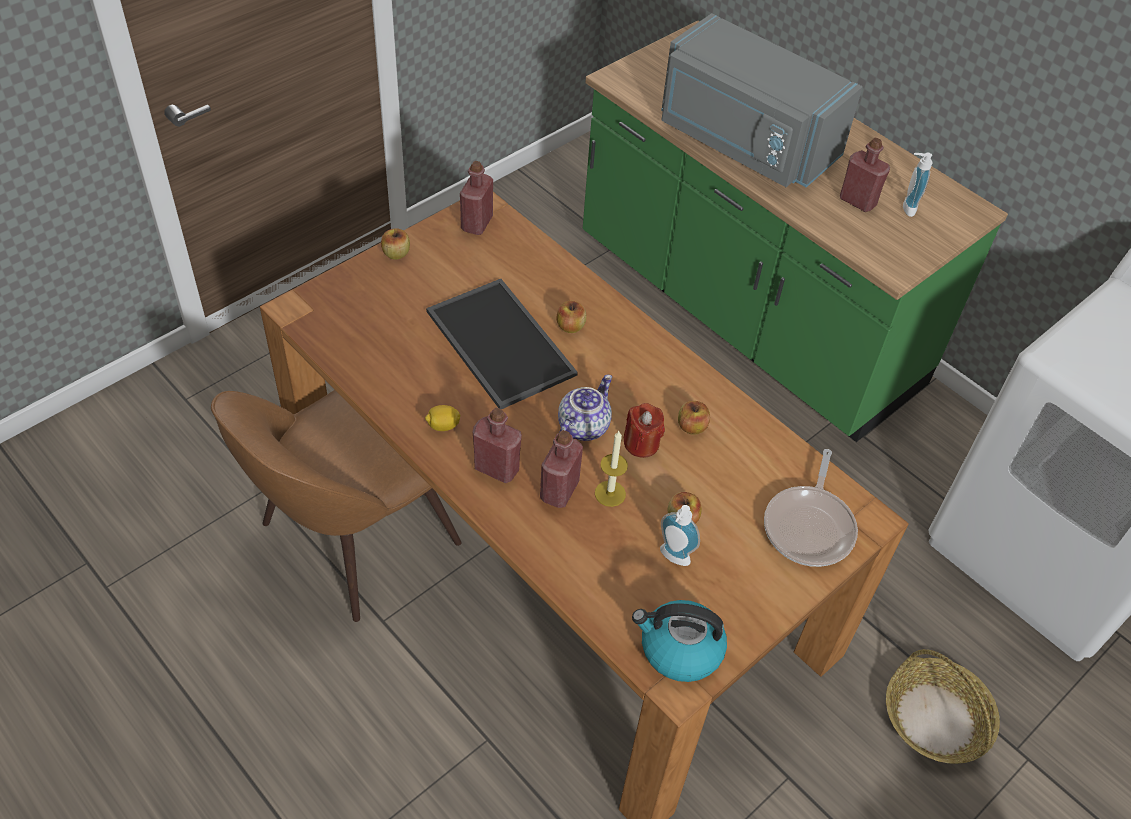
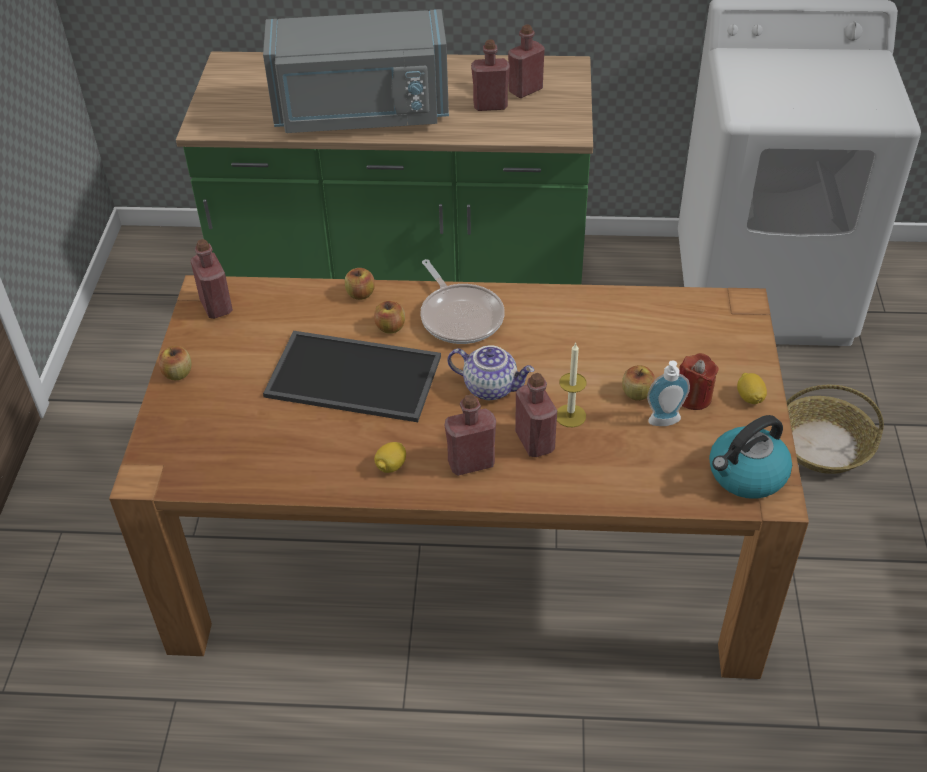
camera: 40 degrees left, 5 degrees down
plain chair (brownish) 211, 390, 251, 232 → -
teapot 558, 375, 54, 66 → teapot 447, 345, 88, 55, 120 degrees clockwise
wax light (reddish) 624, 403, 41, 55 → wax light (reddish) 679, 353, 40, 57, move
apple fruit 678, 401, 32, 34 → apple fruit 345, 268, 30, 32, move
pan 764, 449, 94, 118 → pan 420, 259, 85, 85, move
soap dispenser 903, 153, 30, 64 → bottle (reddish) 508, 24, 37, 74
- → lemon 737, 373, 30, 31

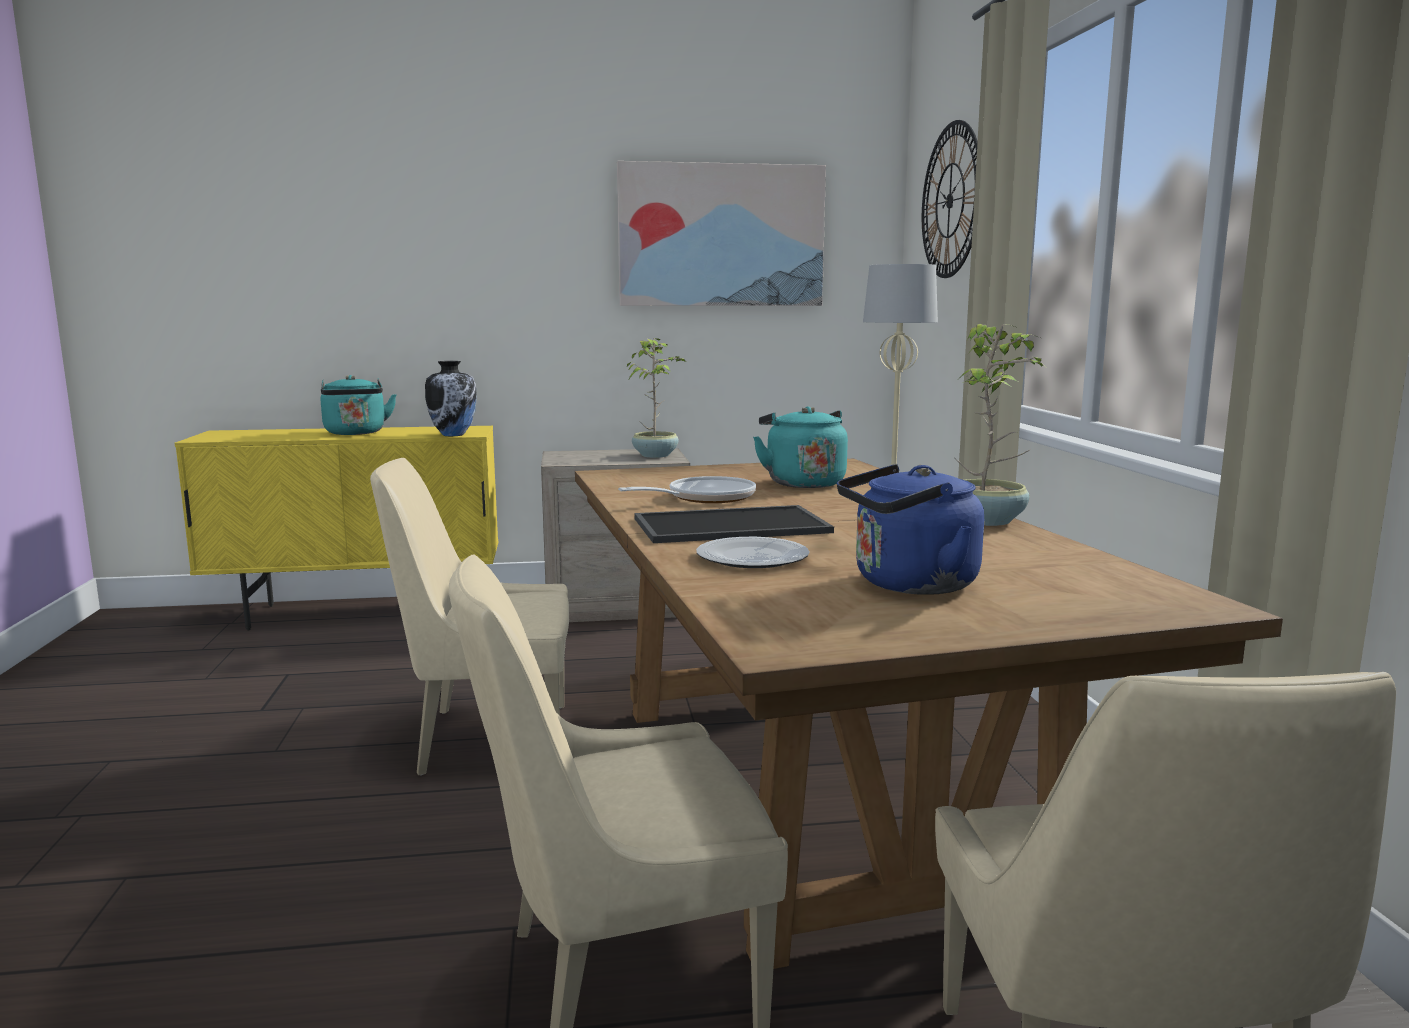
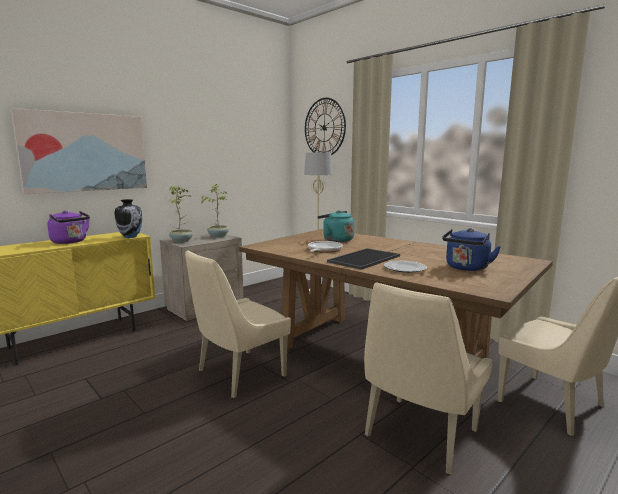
camera: 35 degrees left, 0 degrees up
kettle (turquoise-coloured) 321, 375, 76, 60 → kettle (purple) 47, 210, 43, 34
wall picture 617, 161, 209, 145 → wall picture 11, 108, 136, 86, move
plant in a pot 956, 324, 87, 202 → plant in a pot 169, 186, 24, 57, move

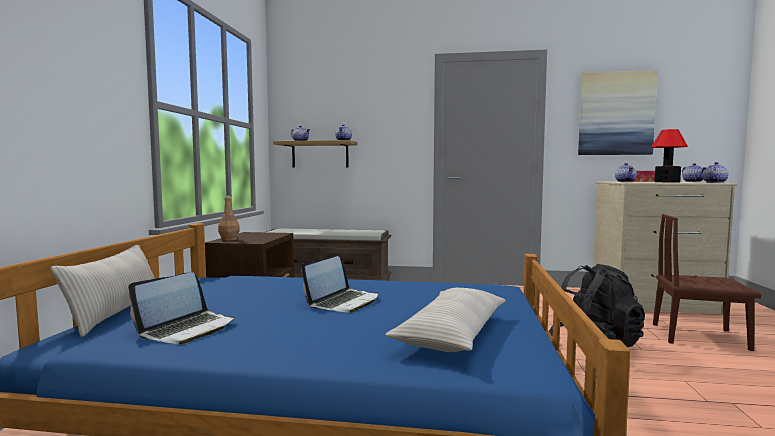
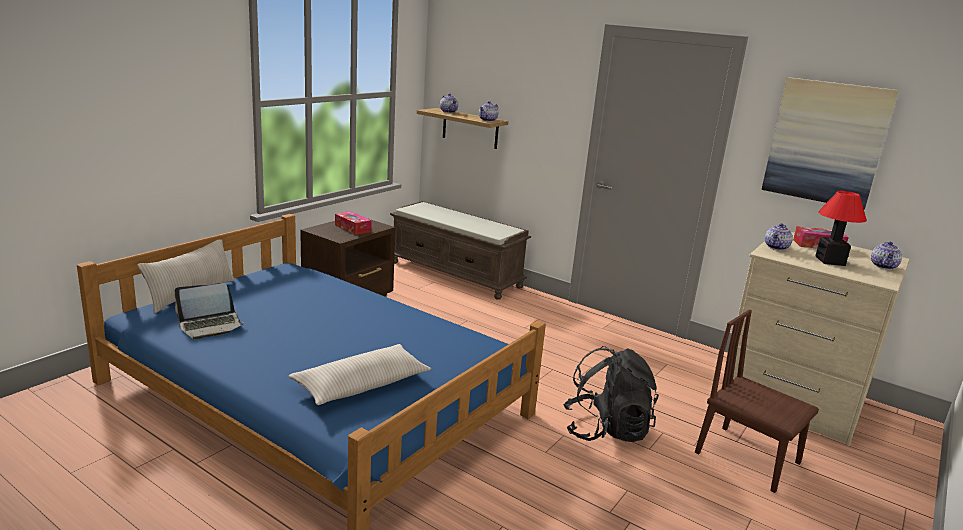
camera: 25 degrees right, 15 degrees up
bottle (brownish) 218, 196, 22, 45 → -
notebook computer 301, 256, 77, 57 → -
teapot 703, 162, 25, 21 → -
- → tissue holder 335, 211, 37, 24

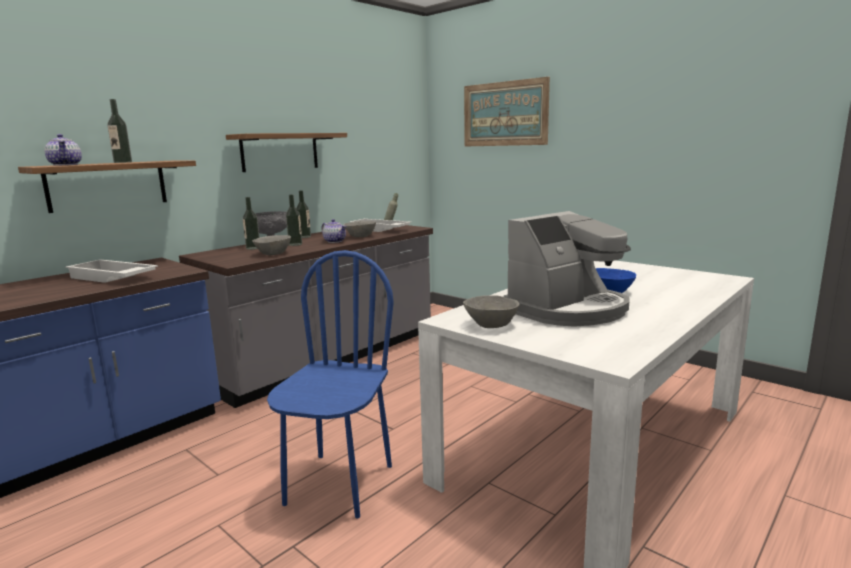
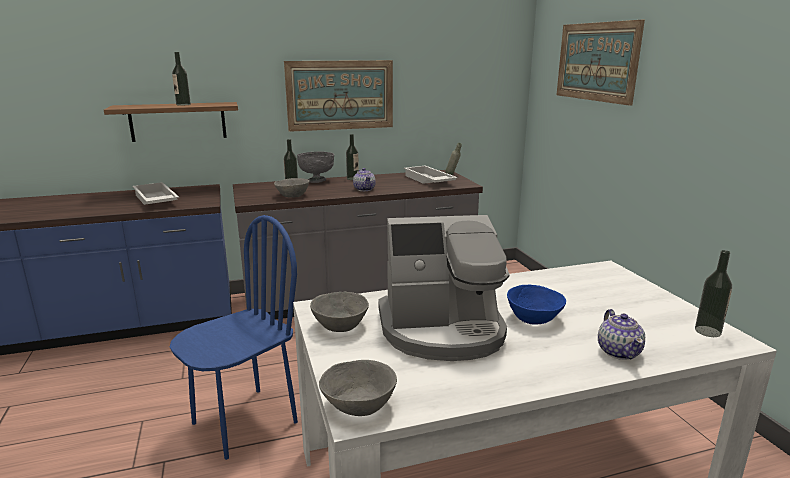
camera: 30 degrees right, 5 degrees up
teapot 44, 134, 38, 32 → teapot 598, 309, 47, 51, move
wall shelf 226, 133, 121, 39 → wall picture 284, 60, 109, 72
bottle 286, 194, 16, 52 → bottle 695, 250, 37, 87, move
serving bowl (greyish) 344, 221, 32, 16 → serving bowl (greyish) 319, 360, 78, 56, move

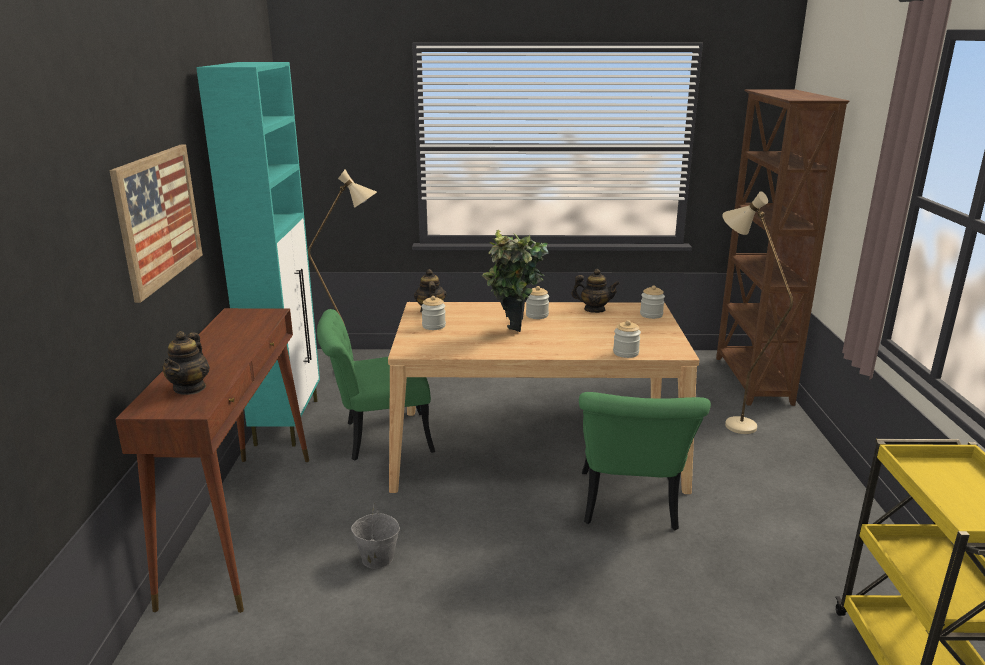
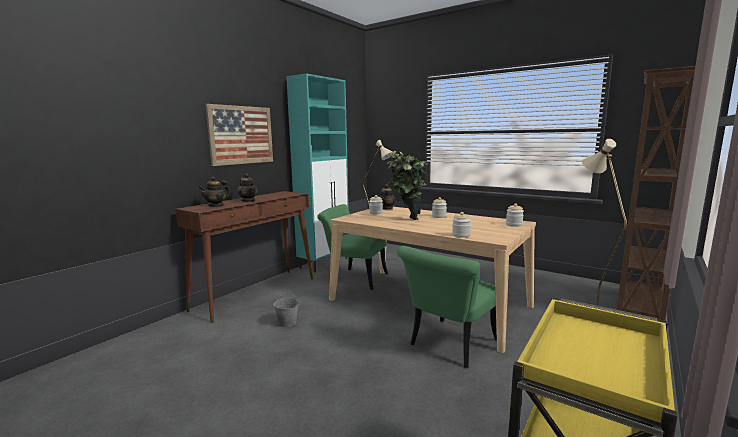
camera: 35 degrees right, 10 degrees down
teapot 571, 269, 49, 44 → teapot 237, 173, 21, 28, move

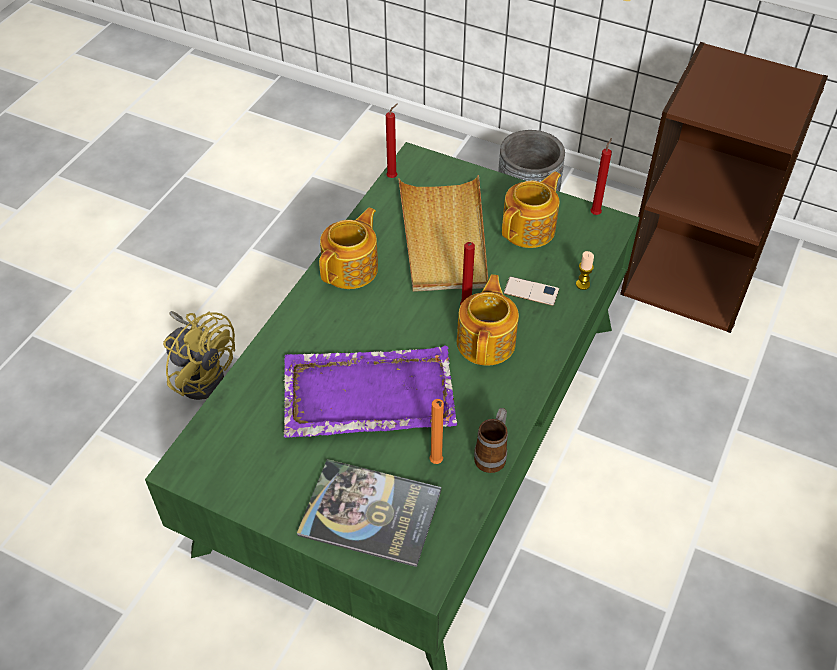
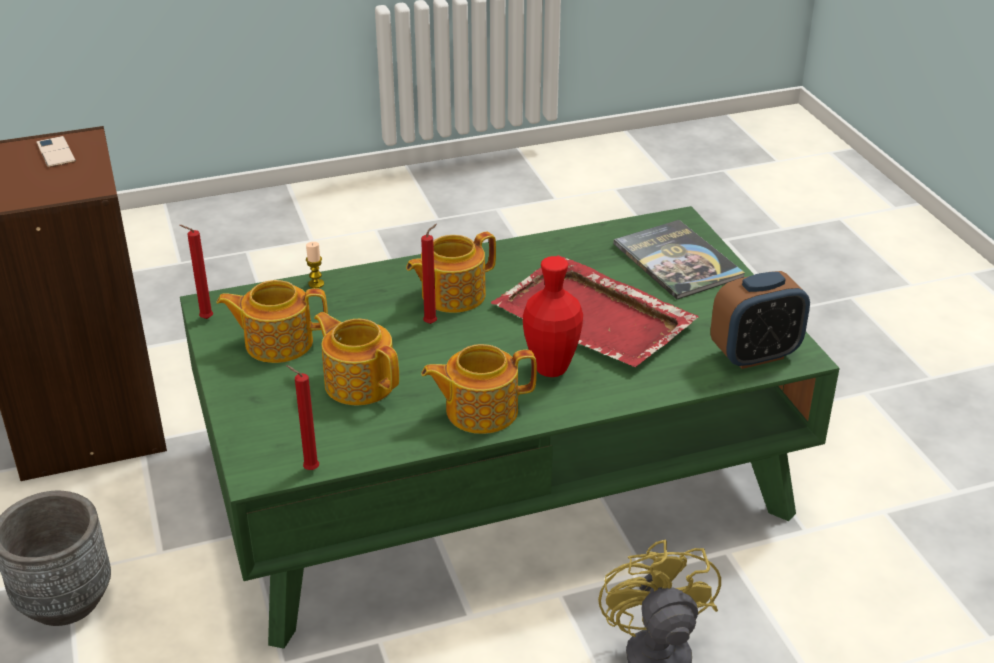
camera: 135 degrees left, 15 degrees down
serving tray (purple) 283, 345, 174, 93 → serving tray (reddish) 491, 255, 208, 112
serving tray (beige-coloured) 398, 175, 90, 117 → teapot 314, 312, 85, 93
wax light (orange-coloured) 429, 399, 15, 65 → -
coffee mug 474, 408, 34, 65 → -
phone 503, 276, 56, 30 → phone 36, 136, 40, 32, move
- → decorative vase (reddish) 523, 256, 60, 121
- → bedside clock 710, 271, 100, 98

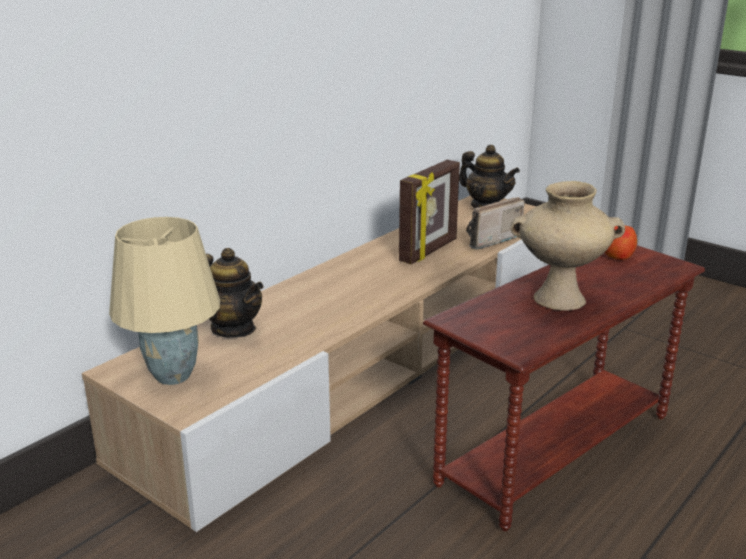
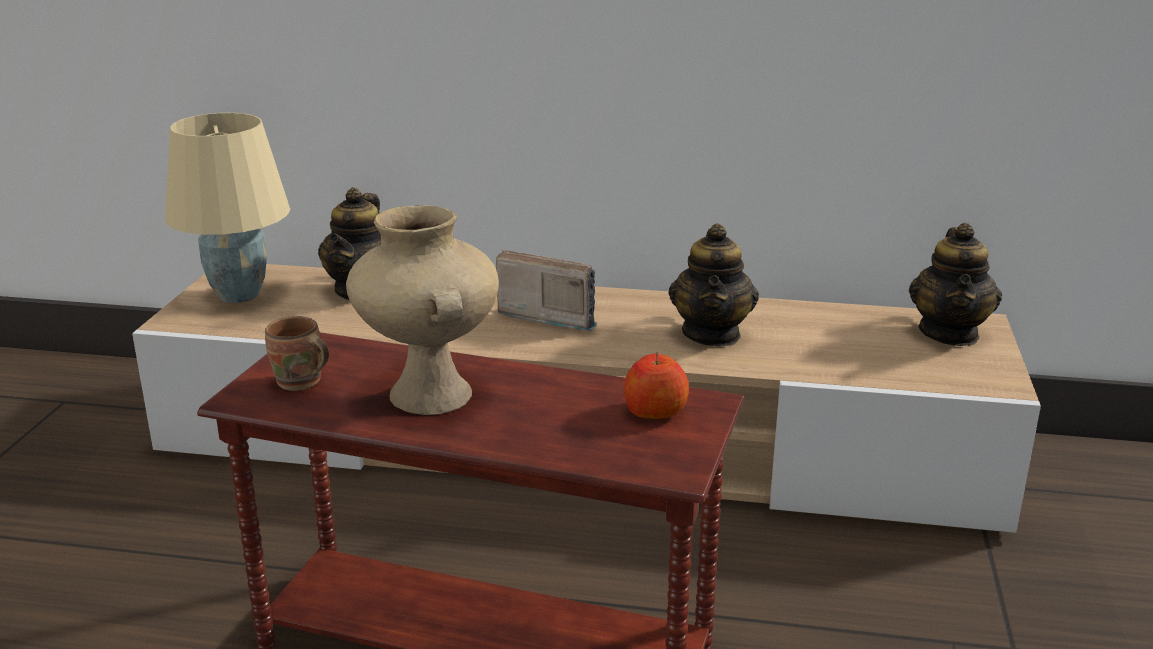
camera: 60 degrees right, 0 degrees up
standing frame 399, 160, 61, 104 → teapot 669, 223, 90, 124
radio receiver 466, 197, 59, 52 → radio receiver 496, 250, 101, 81, move
- → coffee mug (brownish) 265, 316, 64, 75

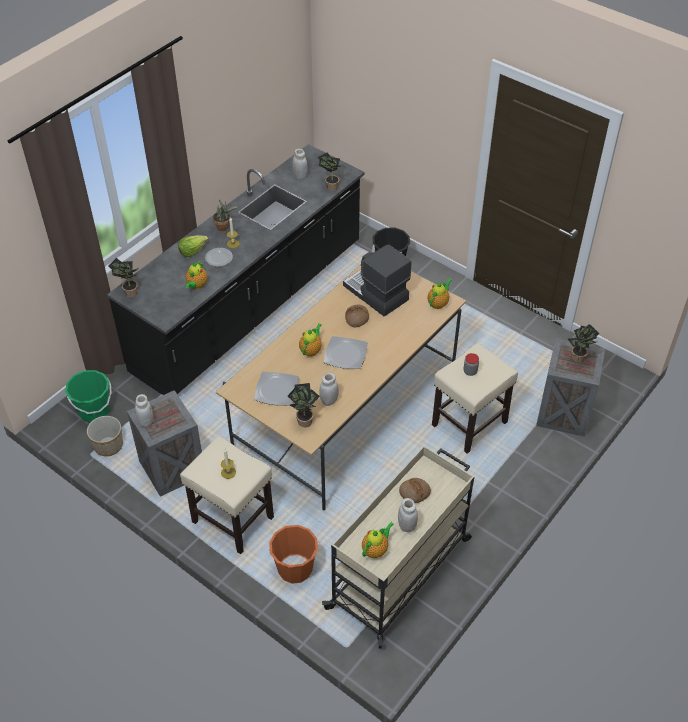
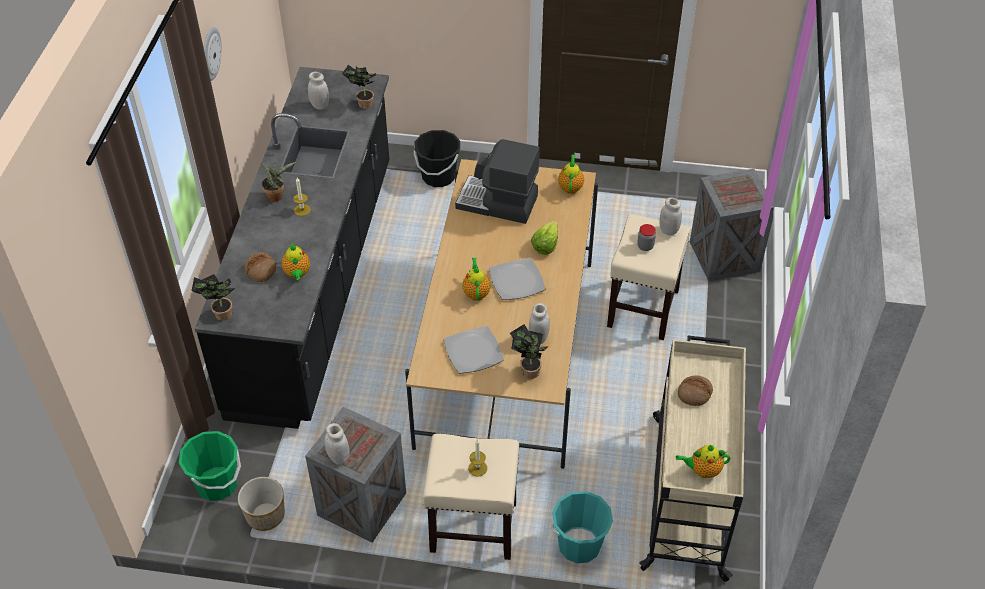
camera: 30 degrees left, 0 degrees up
head of lettuce 178, 235, 30, 22 → head of lettuce 531, 221, 27, 34, move
flat dish 205, 248, 28, 19 → -
pail (orange-coloured) 269, 525, 50, 59 → pail (turquoise-coloured) 551, 491, 62, 72
bread 345, 304, 24, 23 → bread 244, 252, 32, 30, move
teapot 362, 522, 32, 36 → teapot 676, 445, 54, 33, 105 degrees counterclockwise
storage jar (whitish) 398, 498, 20, 34 → storage jar (whitish) 659, 197, 23, 38, move
plant in a pot 568, 325, 31, 38 → -
- → wall clock 204, 27, 18, 54

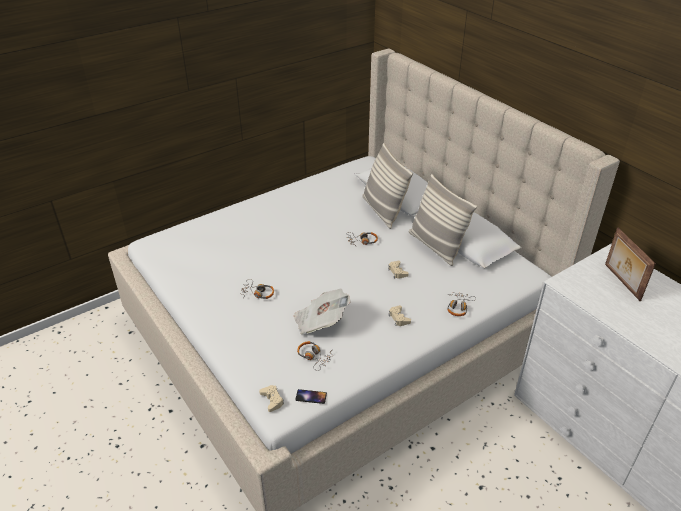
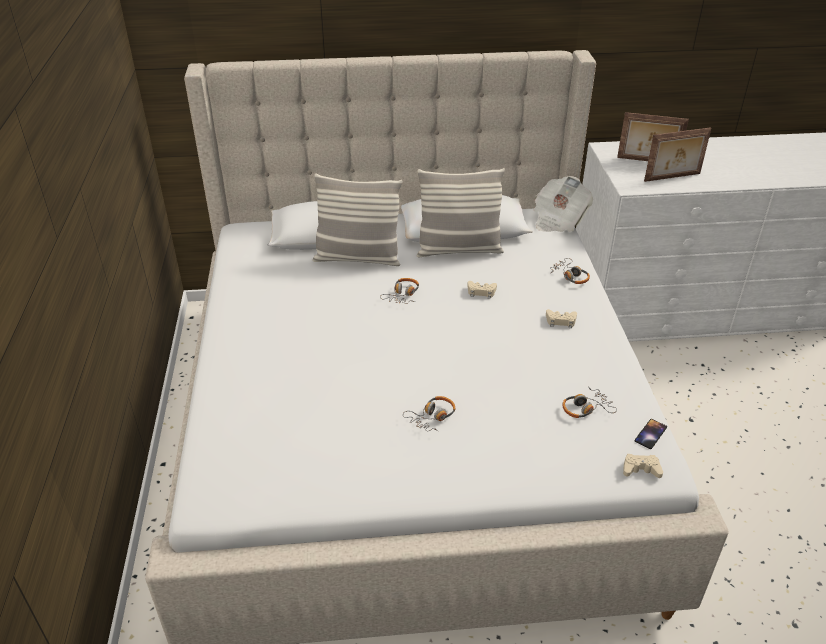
camera: 60 degrees left, 0 degrees up
printed paper 294, 289, 57, 45 → printed paper 534, 176, 59, 56, move
- → standing frame 644, 127, 67, 55

